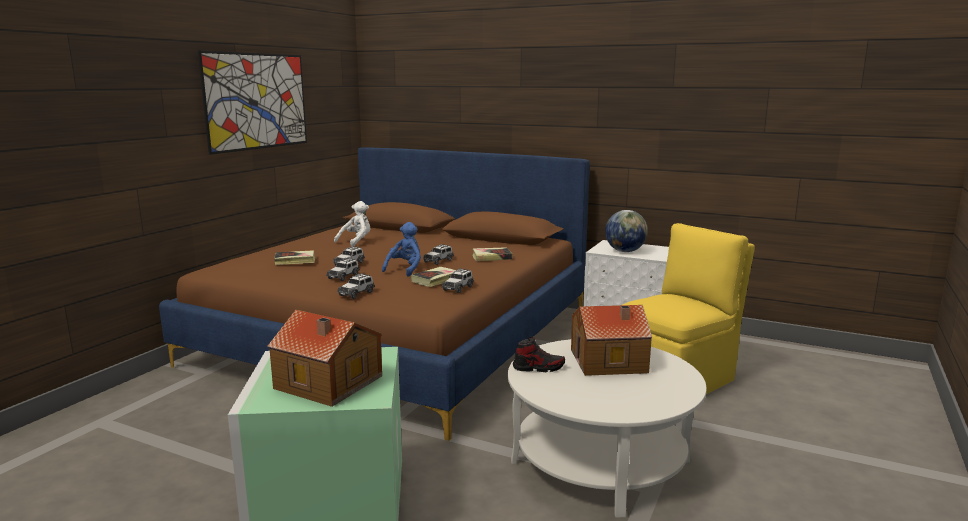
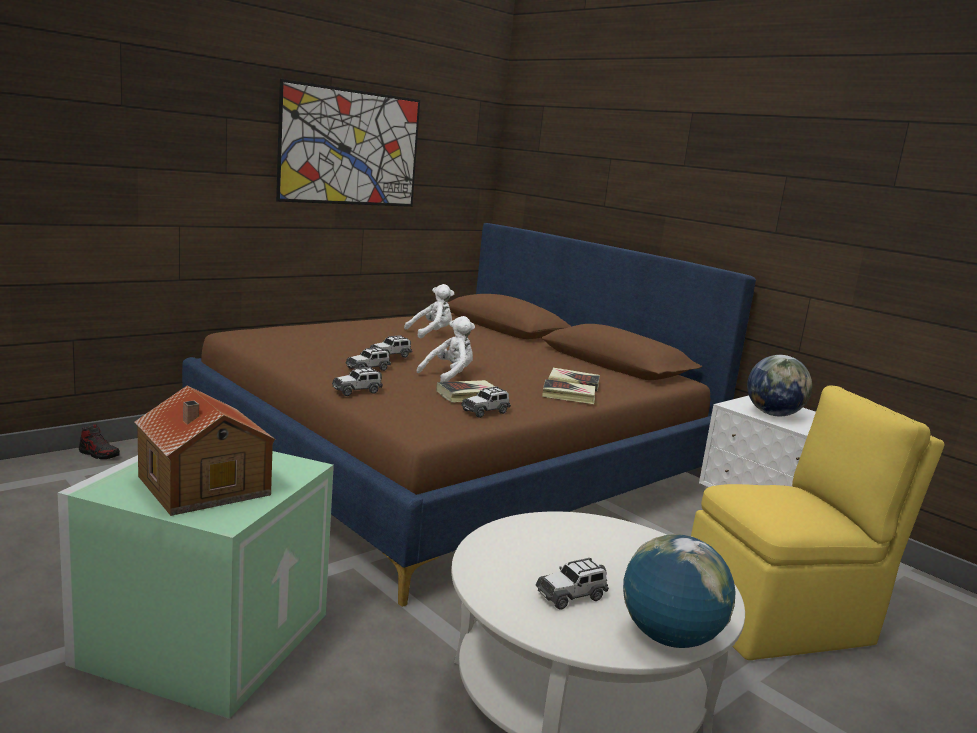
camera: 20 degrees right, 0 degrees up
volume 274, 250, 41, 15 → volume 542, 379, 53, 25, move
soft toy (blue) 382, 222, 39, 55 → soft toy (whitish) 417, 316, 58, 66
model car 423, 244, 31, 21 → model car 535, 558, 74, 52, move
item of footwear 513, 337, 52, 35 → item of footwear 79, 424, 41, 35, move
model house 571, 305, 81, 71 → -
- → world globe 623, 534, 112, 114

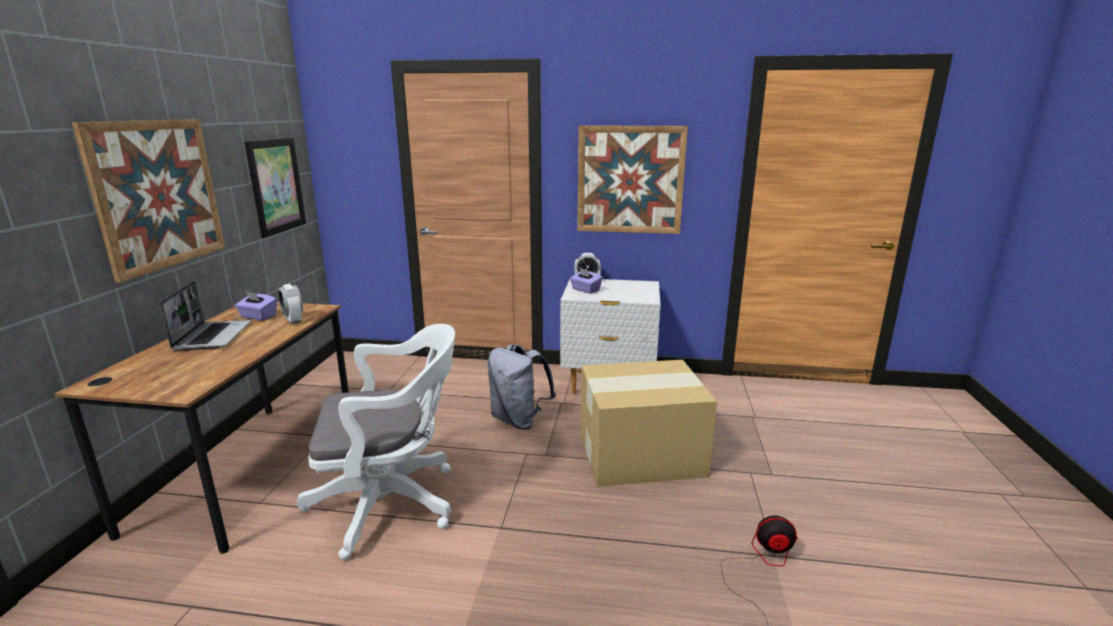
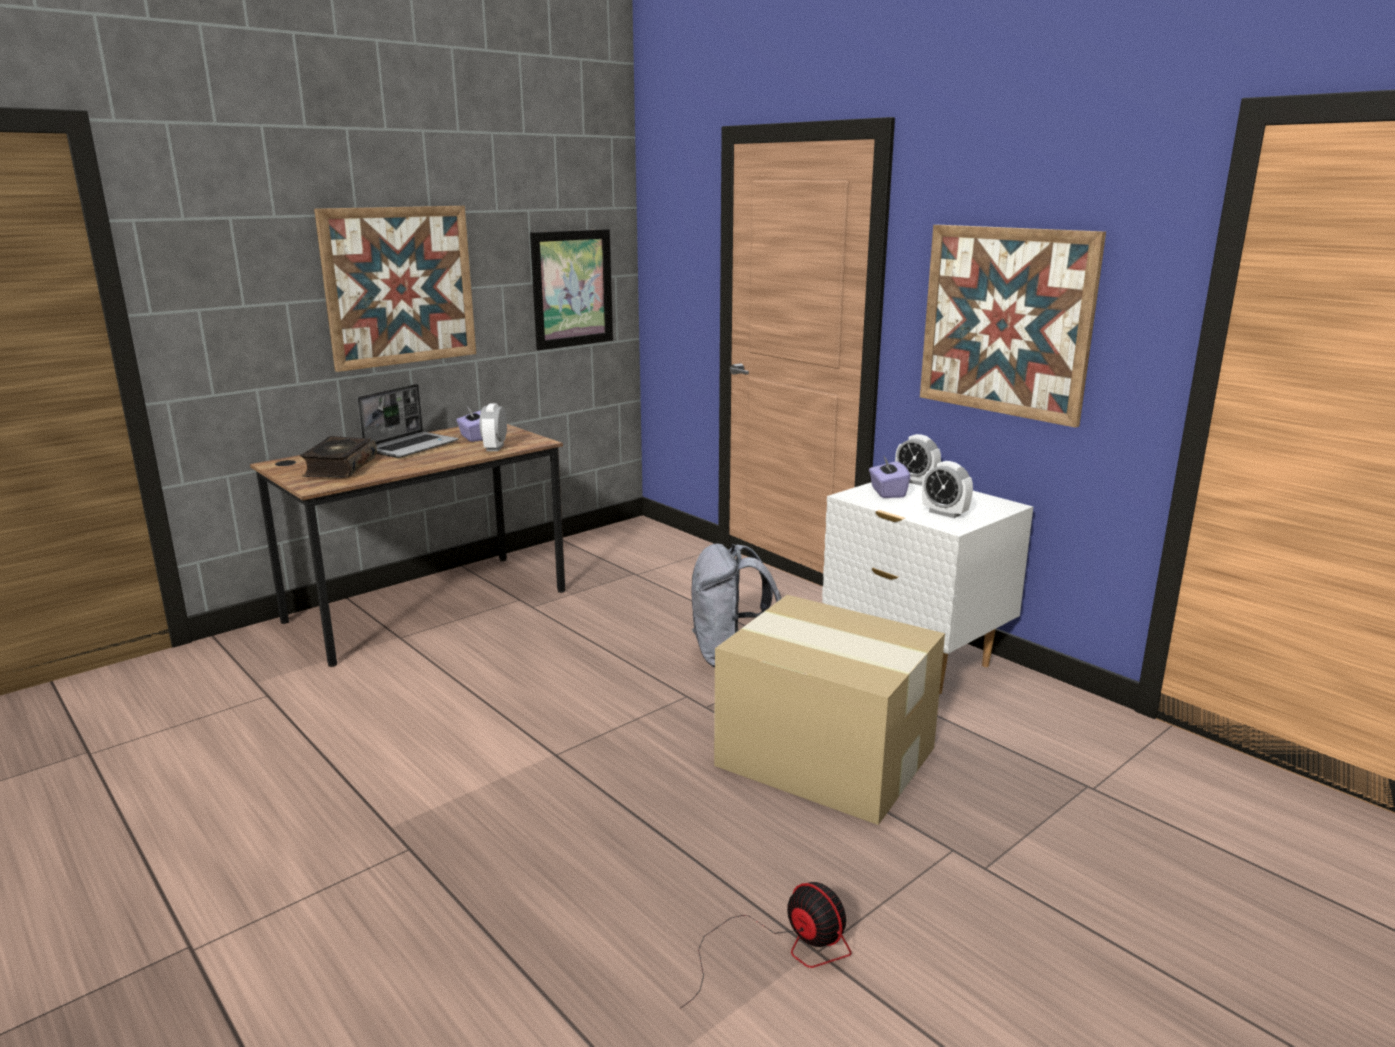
camera: 40 degrees right, 0 degrees up
desk chair (whitish) 297, 324, 158, 236 → -
- → volume 300, 436, 77, 42
- → bedside clock 922, 461, 51, 57

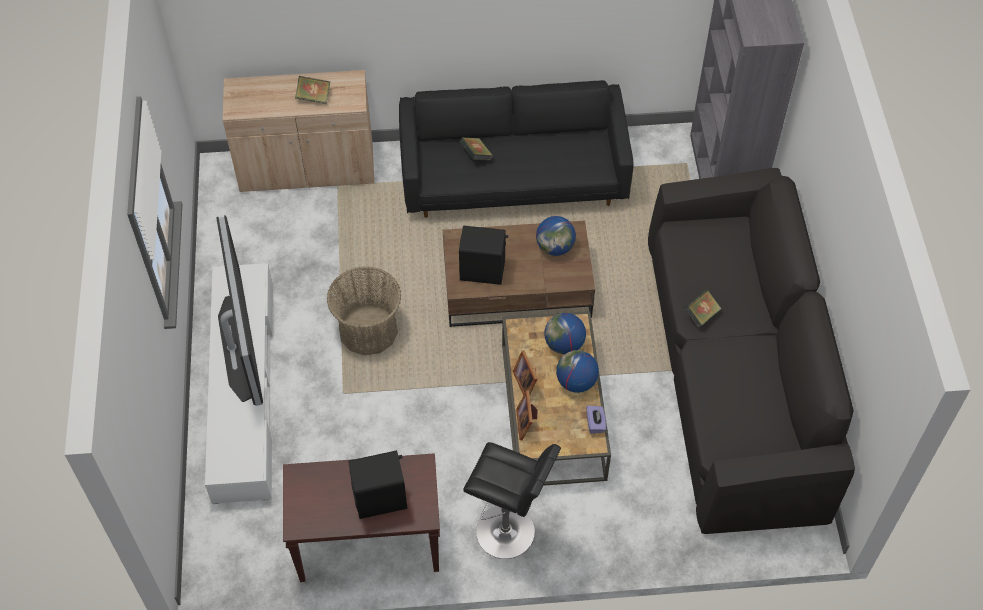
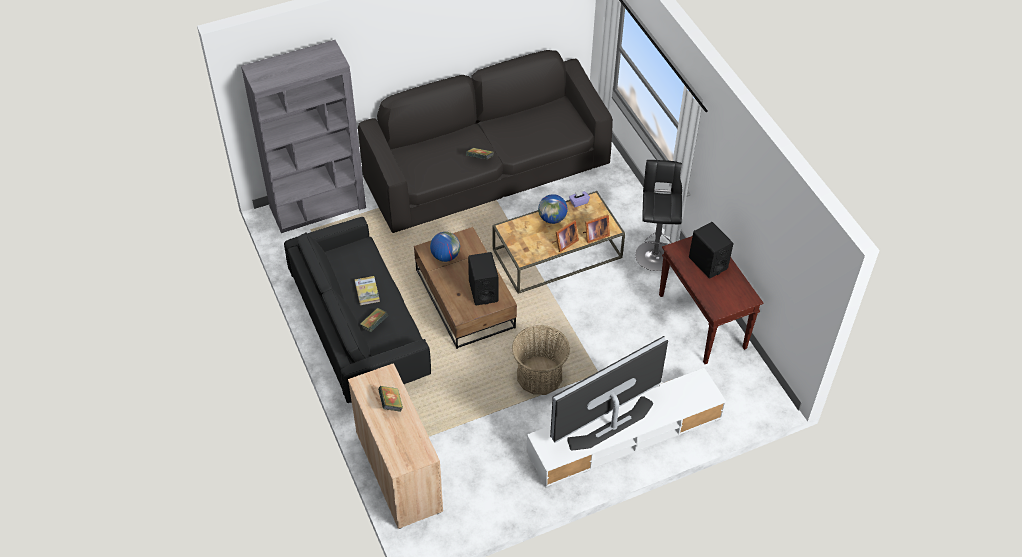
camera: 110 degrees left, 5 degrees down
world globe 544, 313, 42, 42 → -
- → volume 355, 276, 25, 29

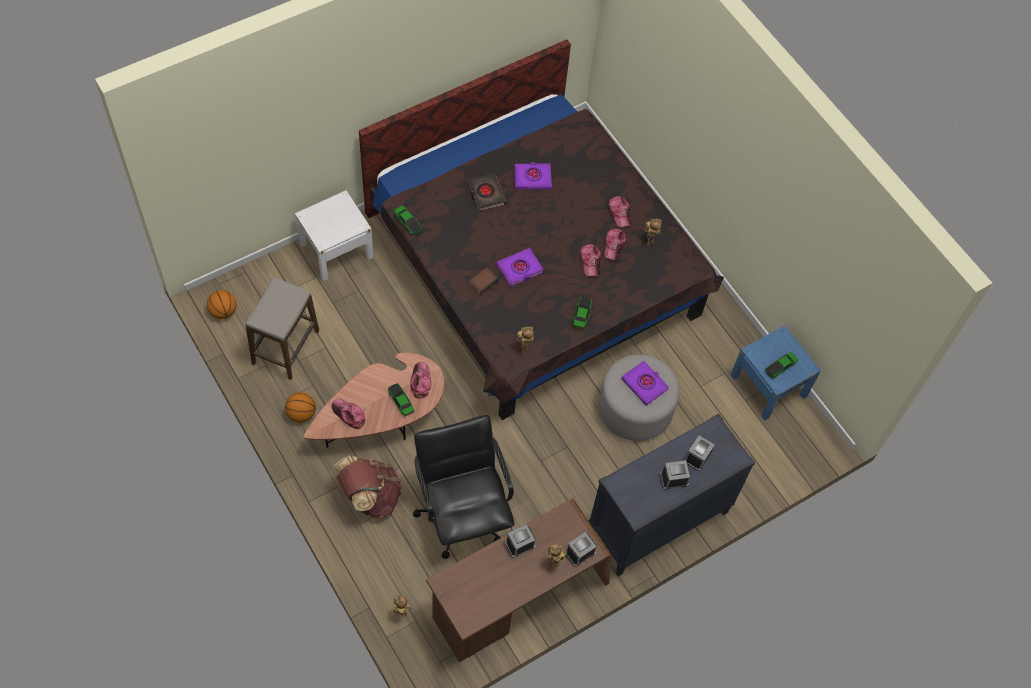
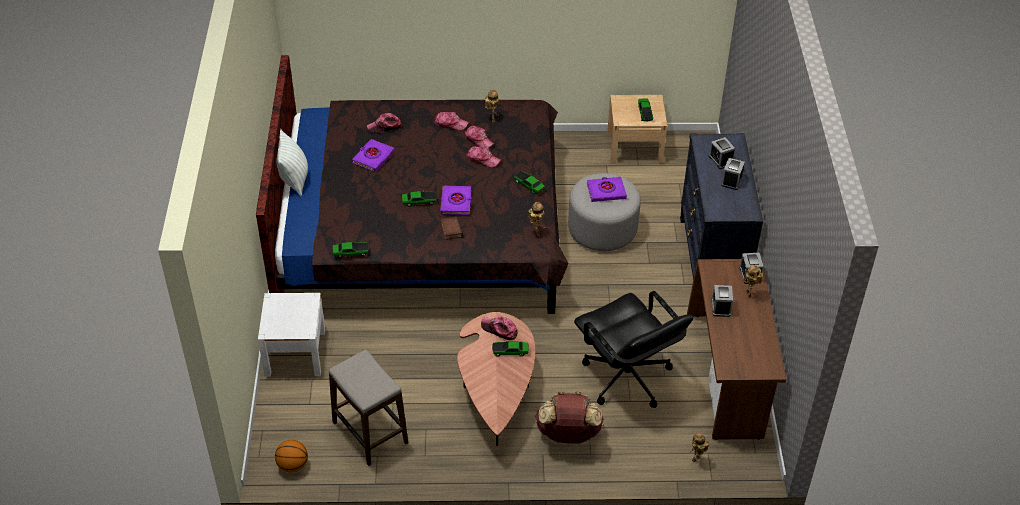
camera: 55 degrees left, 15 degrees down
basketball 285, 392, 31, 31 → -
peaked cap 331, 398, 34, 32 → peaked cap 367, 113, 35, 21, move
desk chair (black-coloured) 413, 415, 101, 144 → desk chair (black-coloured) 574, 291, 120, 117, 135 degrees counterclockwise
volume (black-coloured) 468, 173, 38, 38 → -
night table (blue) 731, 325, 90, 95 → night table (beige-coloured) 607, 95, 60, 69
- → cushion 276, 129, 32, 67
- → model car 402, 191, 34, 15

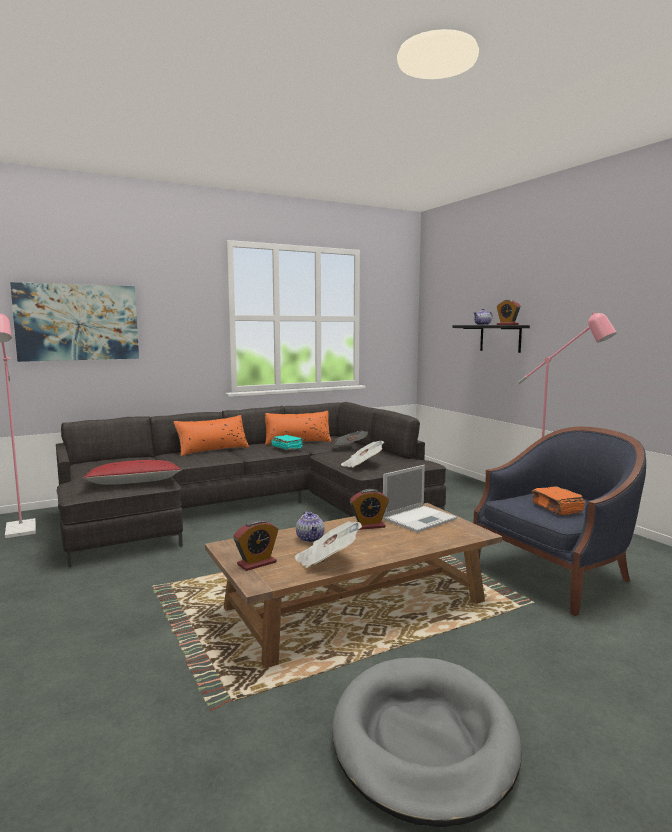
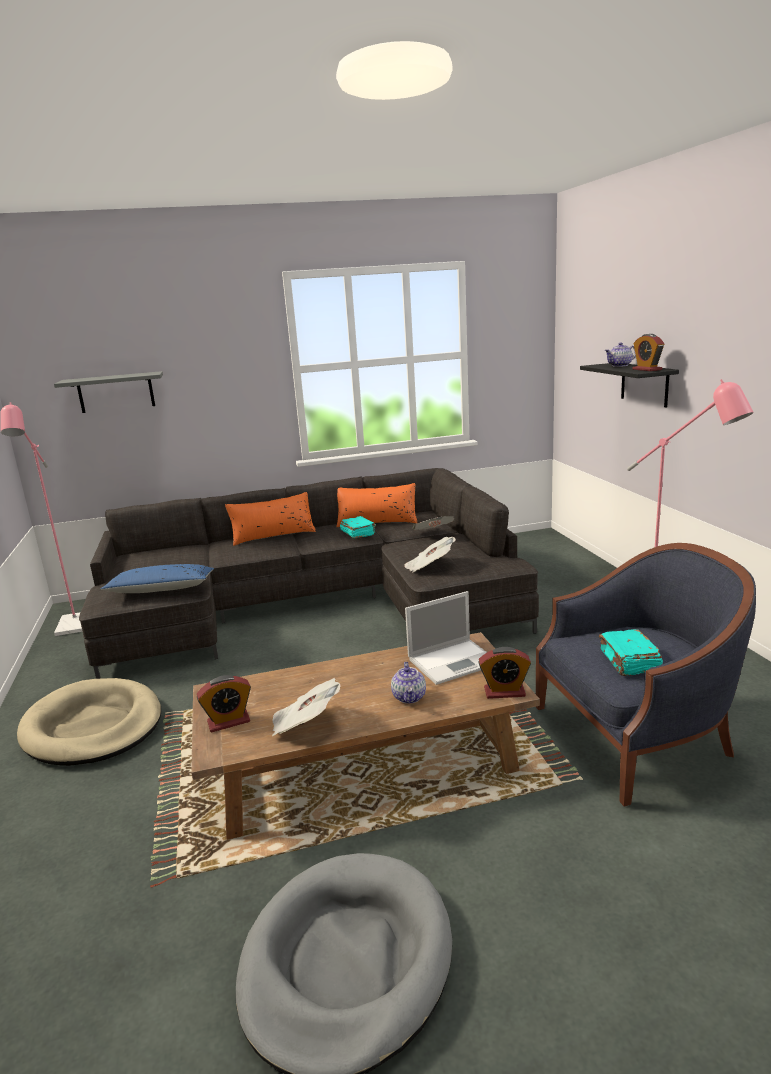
camera: 15 degrees right, 10 degrees up
wall picture 10, 282, 129, 80 → wall shelf (greyish) 54, 371, 109, 42
cushion (reddish) 82, 460, 100, 25 → cushion (blue) 101, 564, 113, 29
teapot 296, 511, 28, 31 → teapot 391, 662, 35, 42, move
bedside clock 350, 489, 39, 41 → bedside clock 479, 647, 52, 52, move
volume (orange-coloured) 531, 487, 54, 29 → volume (turquoise-coloured) 599, 629, 64, 47
- → dog cushion (beige-coloured) 17, 678, 144, 88

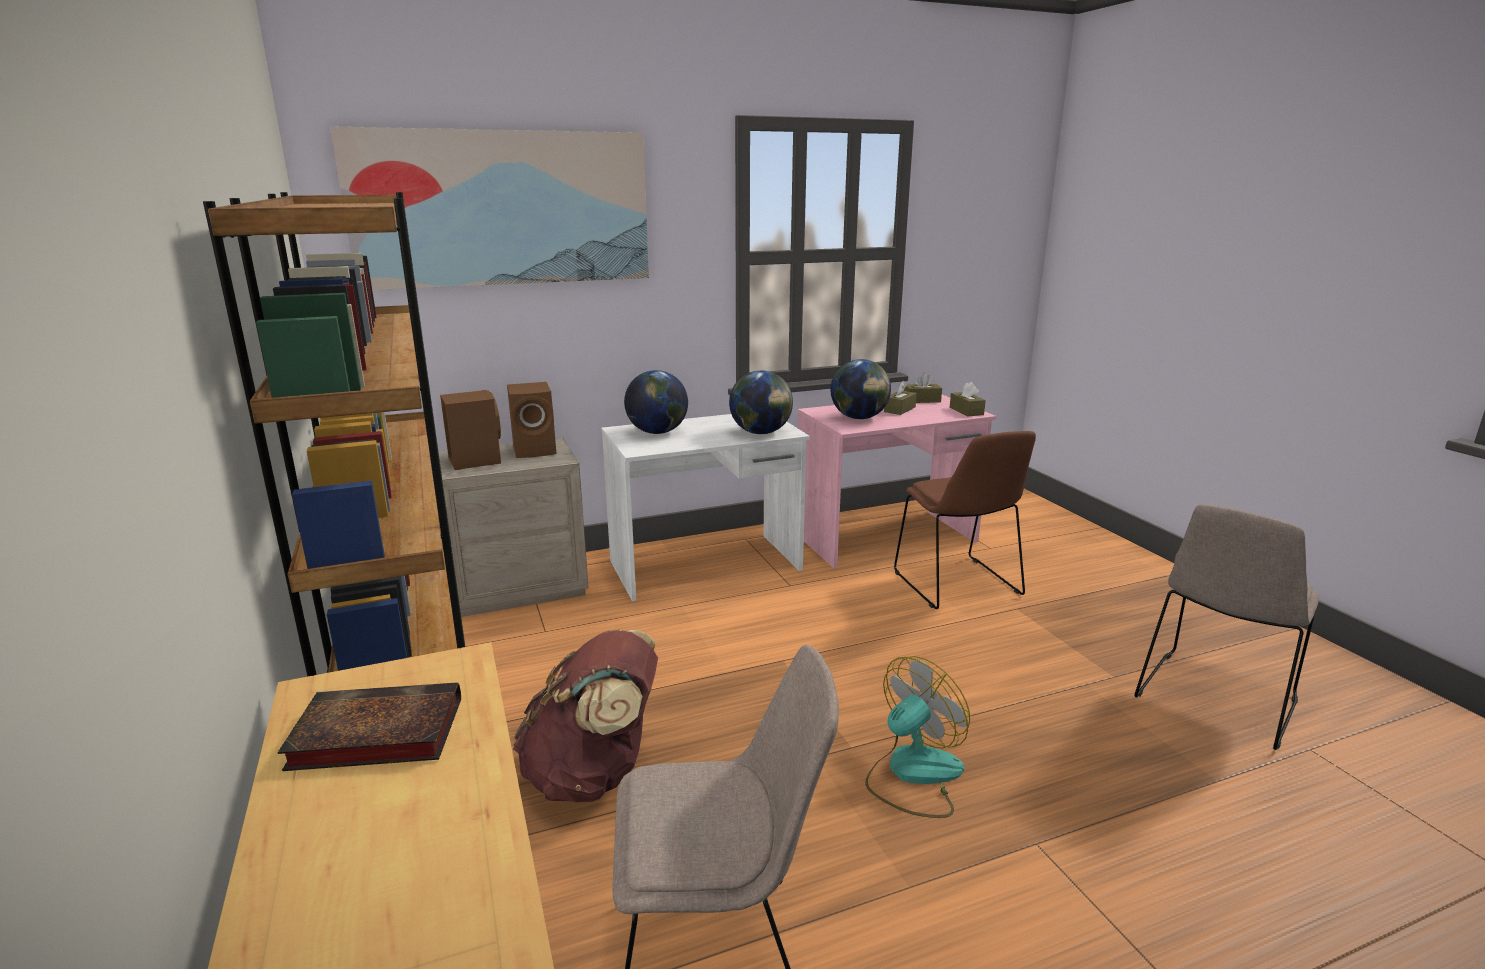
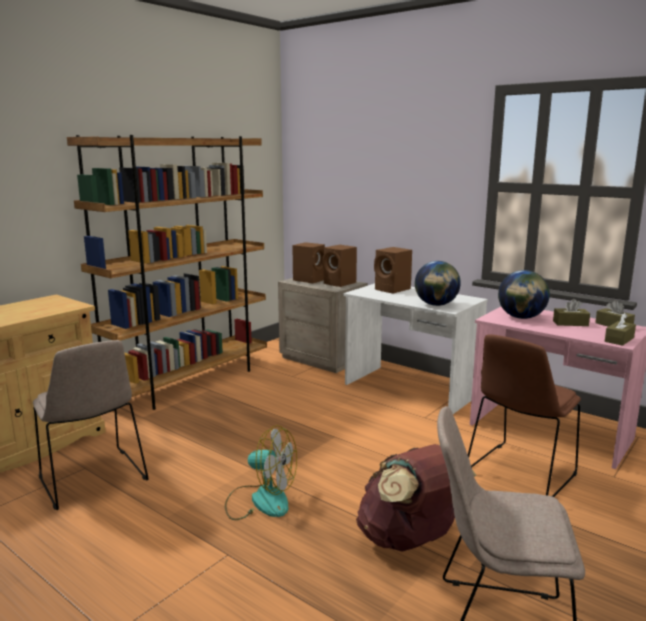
camera: 60 degrees right, 5 degrees down
volume 277, 682, 184, 89 → -
wall picture 330, 126, 319, 164 → -
backpack (brownish) 513, 630, 145, 172 → backpack (brownish) 356, 444, 121, 107, move
world globe 624, 370, 64, 64 → audio speaker (brownish) 374, 247, 38, 46

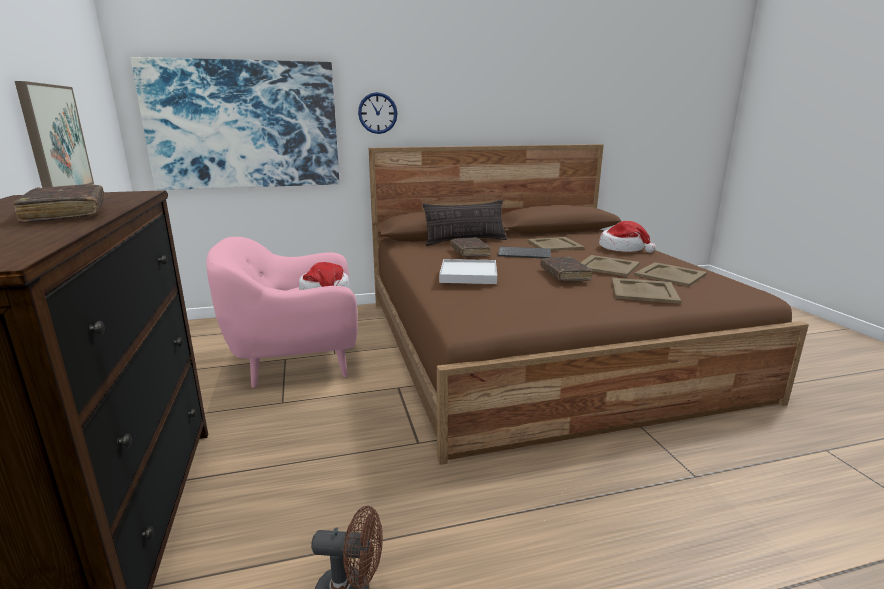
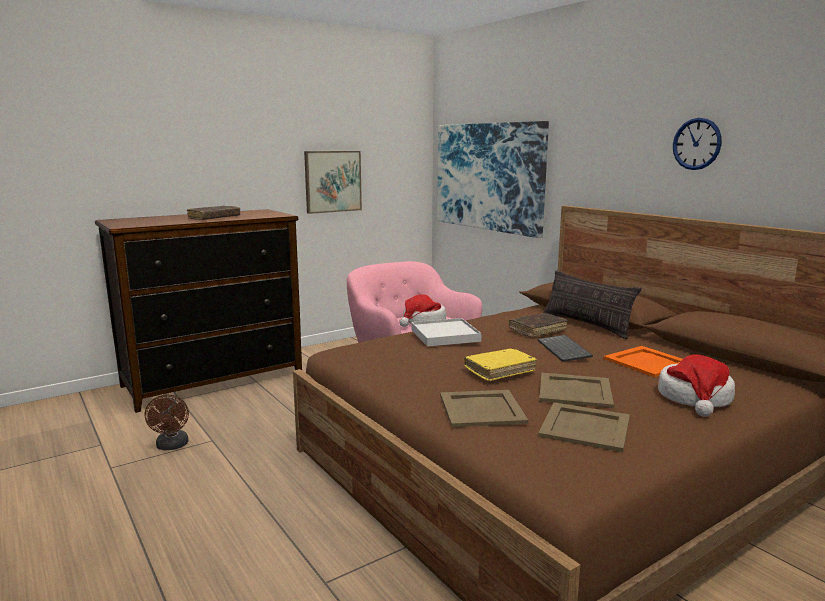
camera: 70 degrees right, 5 degrees down
wall clock 358, 92, 39, 42 → wall clock 673, 118, 49, 52, move
serving tray (beige-coloured) 527, 237, 58, 14 → serving tray (orange-coloured) 604, 346, 78, 31
volume (brownish) 540, 257, 52, 24 → volume (yellow) 464, 349, 73, 32

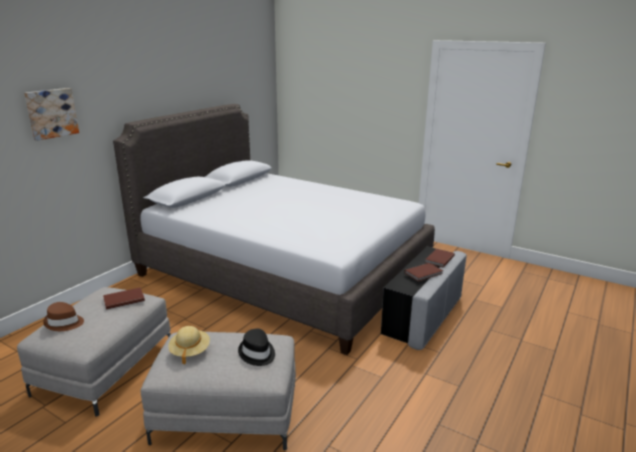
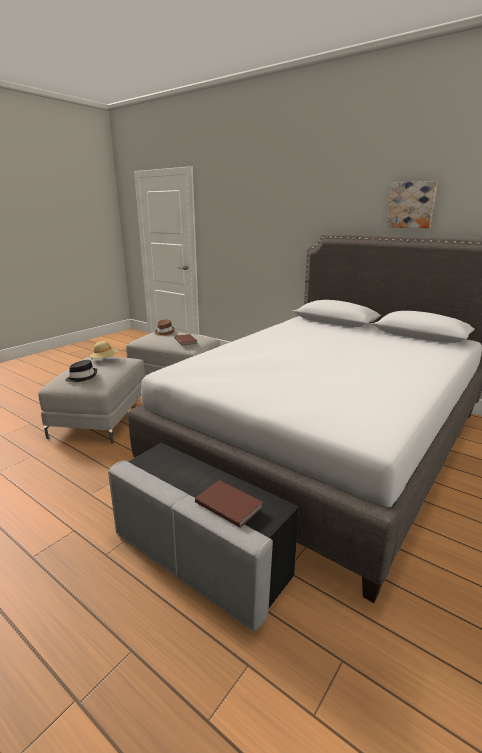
camera: 95 degrees right, 0 degrees up
wall picture 24, 88, 55, 53 → wall picture 386, 181, 52, 47, move
volume (brownish) 404, 263, 39, 19 → -

